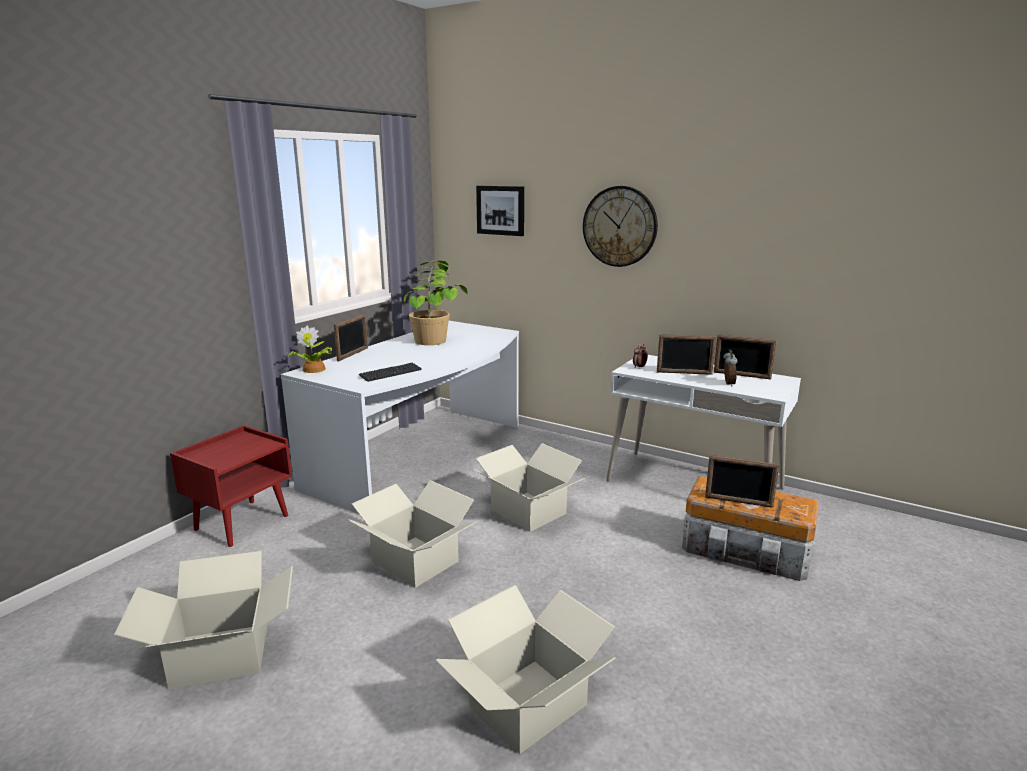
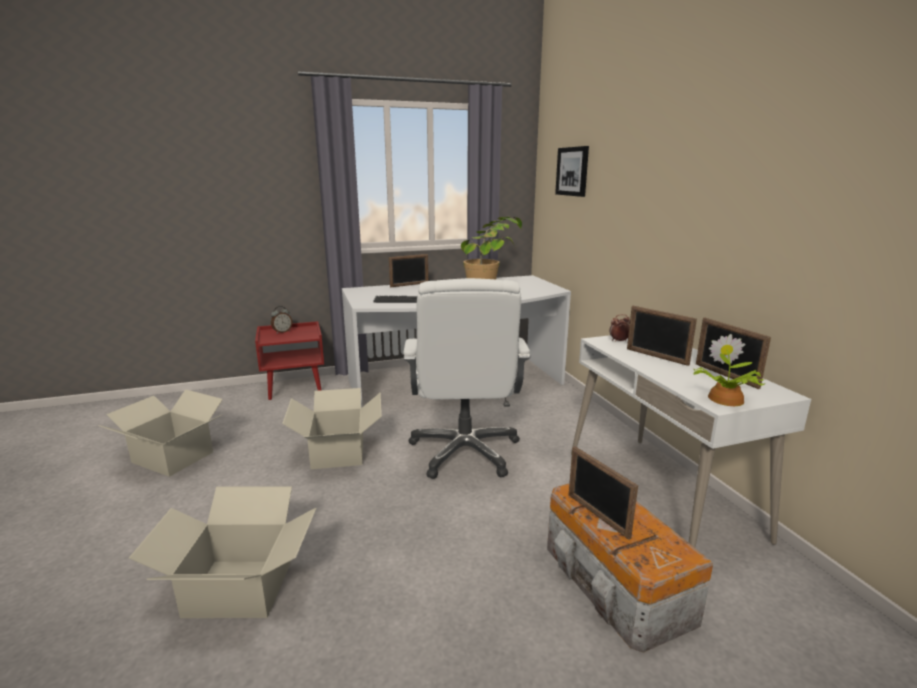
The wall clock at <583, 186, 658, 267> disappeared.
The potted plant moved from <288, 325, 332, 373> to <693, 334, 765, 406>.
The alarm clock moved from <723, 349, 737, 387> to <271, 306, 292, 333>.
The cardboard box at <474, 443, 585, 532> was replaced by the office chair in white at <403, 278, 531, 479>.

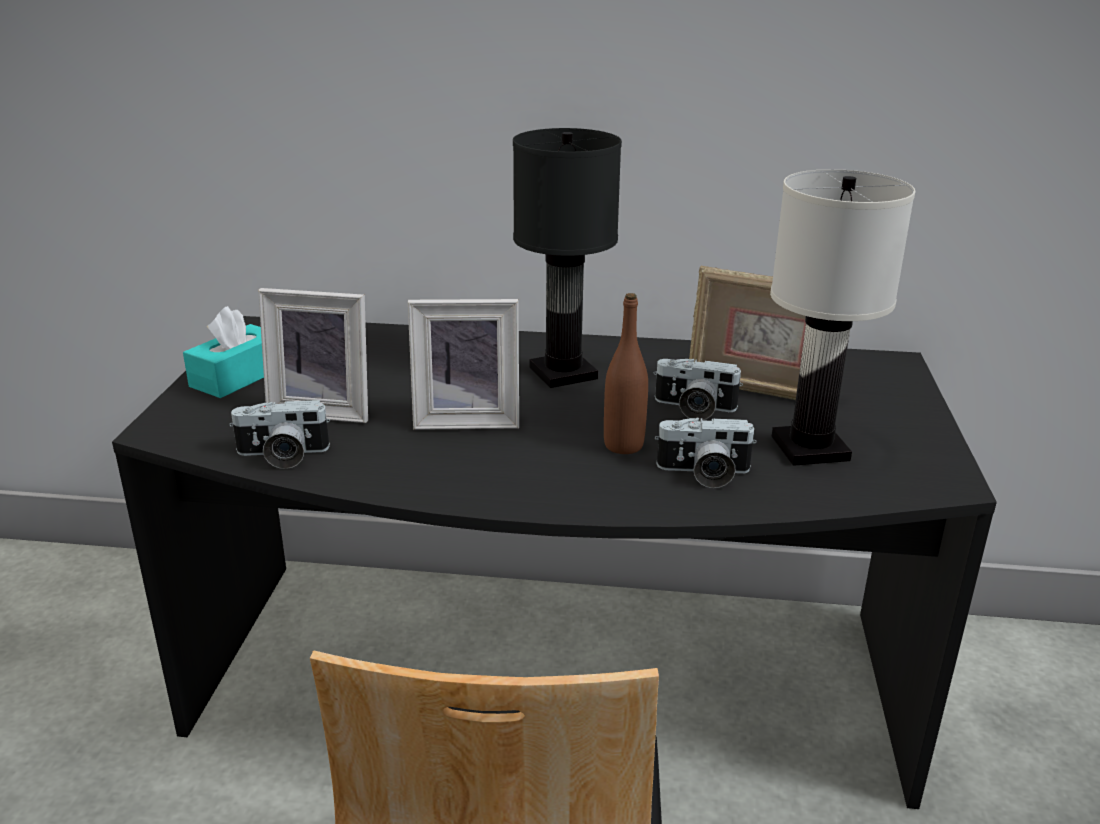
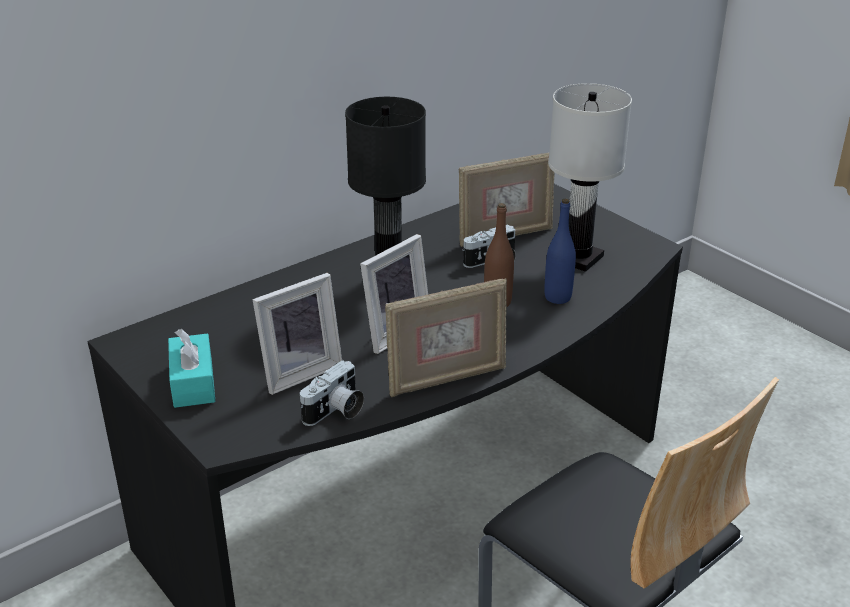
The picture frame at <385, 278, 507, 397> appeared.
The photo camera at <655, 418, 757, 488> was replaced by the bottle in blue at <544, 199, 576, 304>.

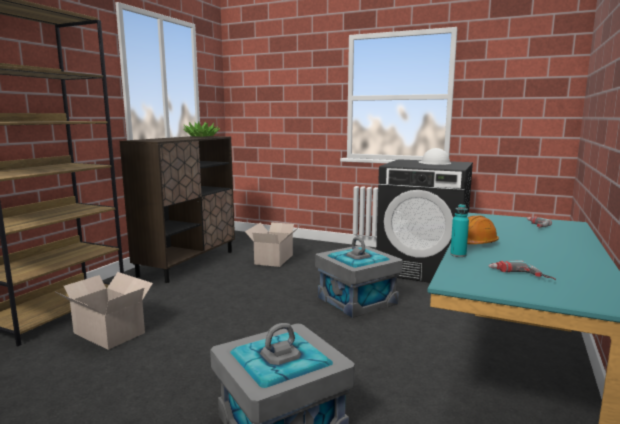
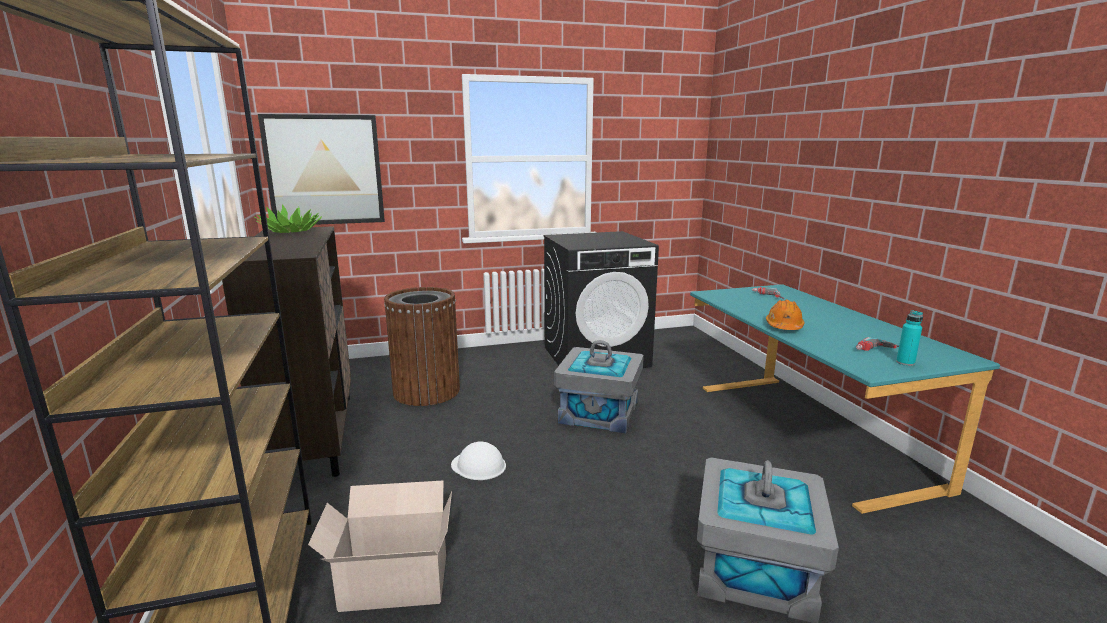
The picture at <258, 114, 385, 225> appeared.
The hard hat in white moved from <418, 148, 451, 165> to <451, 441, 506, 480>.
The bottle in turquoise moved from <450, 204, 469, 257> to <896, 310, 923, 366>.
The cardboard box at <245, 222, 300, 267> was replaced by the trash can in brown at <384, 287, 460, 406>.

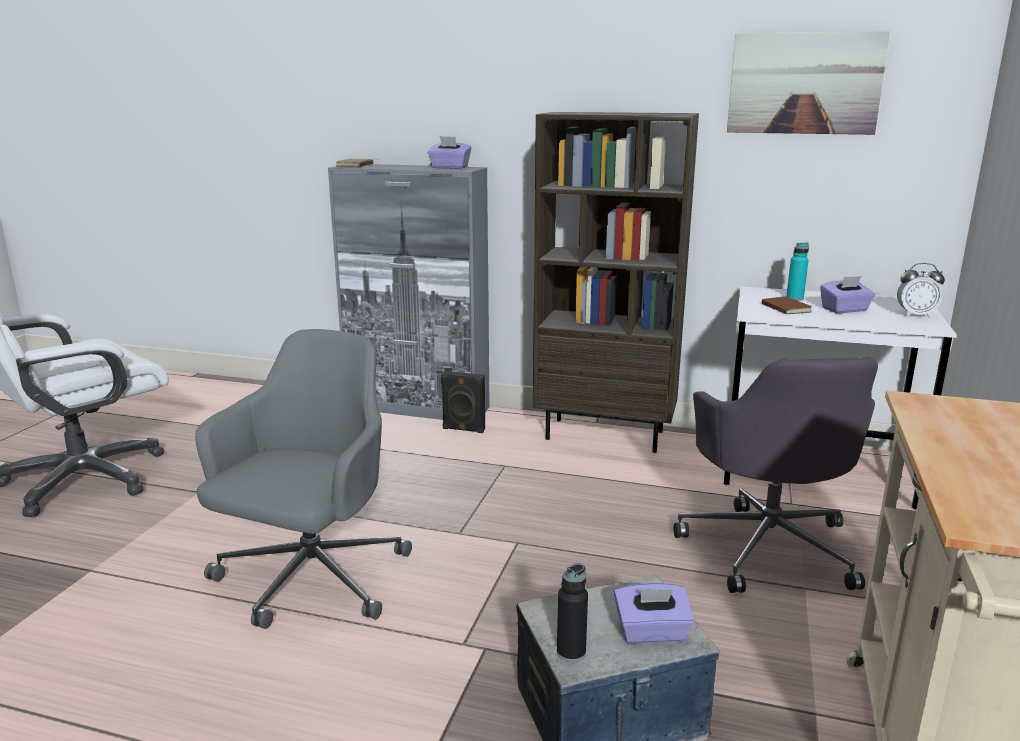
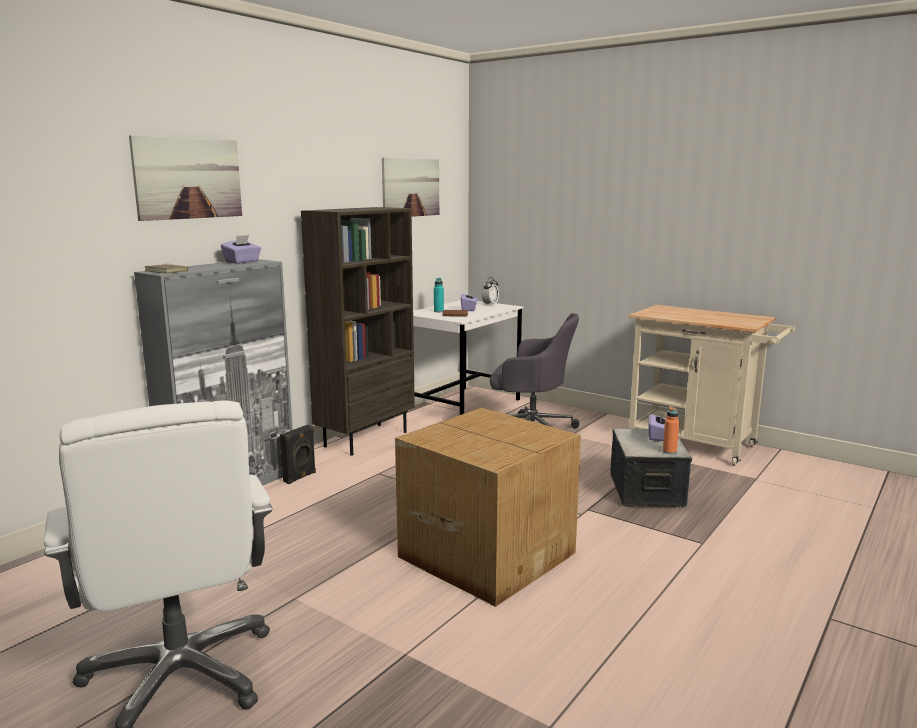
The picture at <129, 135, 242, 221> appeared.
The office chair in grey at <195, 329, 412, 629> was replaced by the cardboard box at <395, 408, 581, 607>.
The bottle in black at <557, 563, 588, 662> became the bottle in orange at <663, 406, 679, 454>.

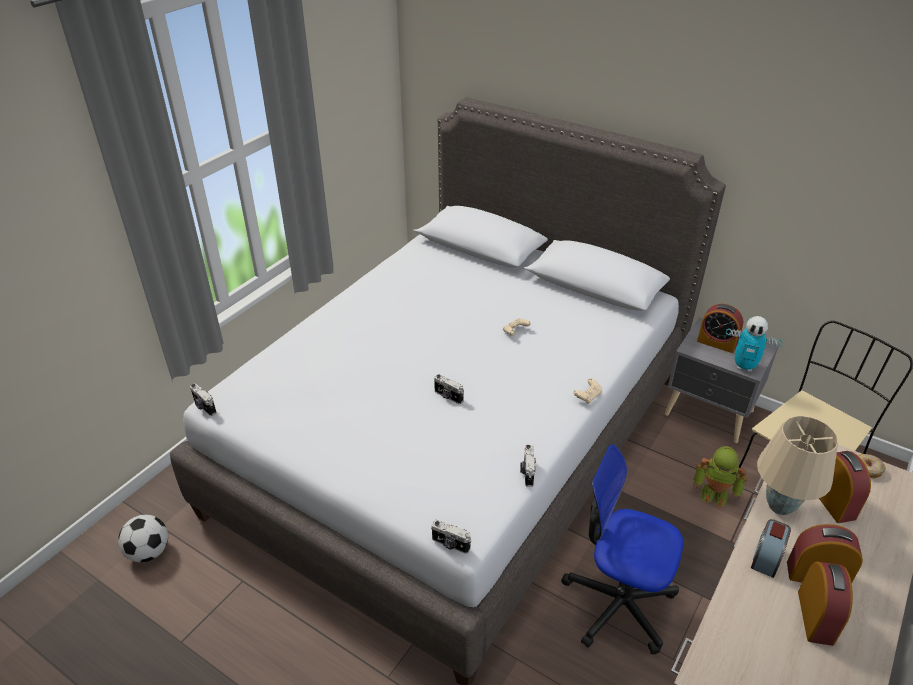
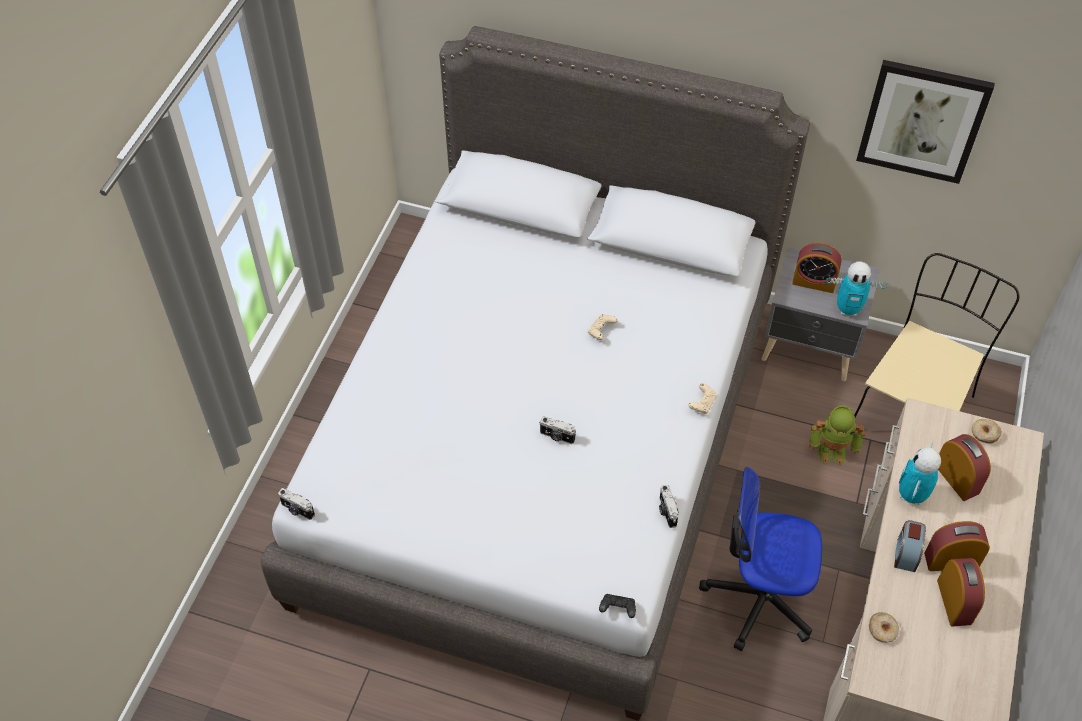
The football at <118, 515, 168, 562> disappeared.
The picture at <856, 60, 995, 184> appeared.
The donut at <869, 612, 899, 643> appeared.
The photo camera at <431, 520, 471, 554> was replaced by the game controller in black at <599, 594, 636, 618>.
The table lamp in beige at <757, 416, 838, 515> was replaced by the toy robot at <899, 442, 941, 506>.

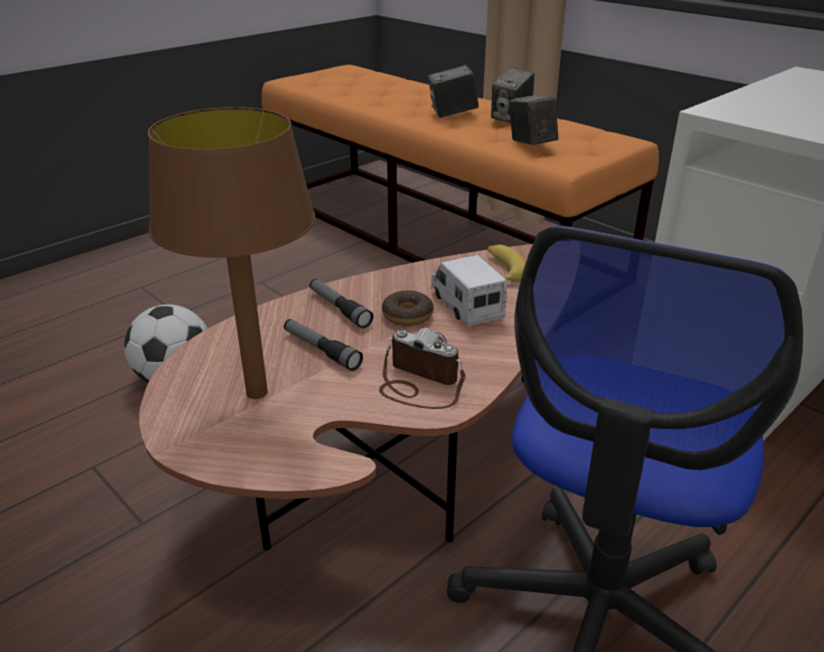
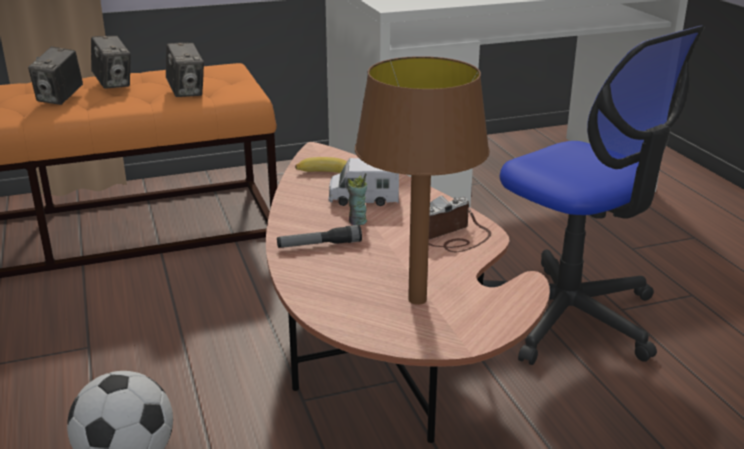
The flashlight at <284, 319, 363, 371> disappeared.
The donut at <382, 290, 434, 326> was replaced by the cup at <347, 173, 367, 225>.
The photo camera at <509, 95, 558, 145> turned 120 degrees counterclockwise.

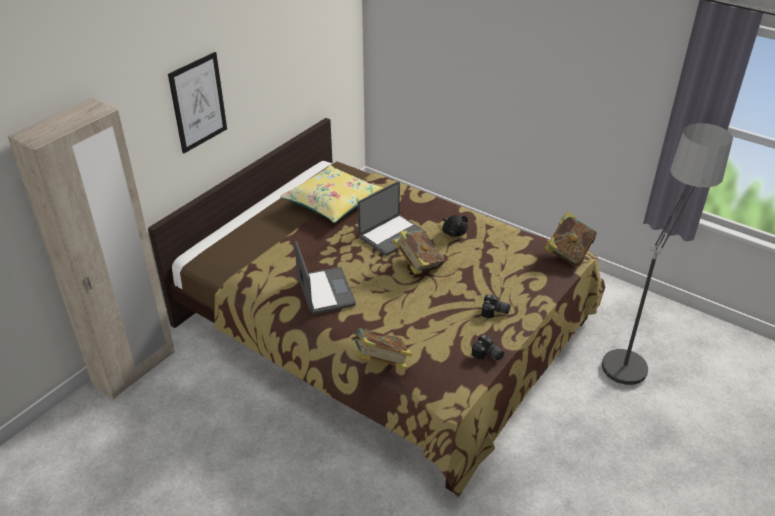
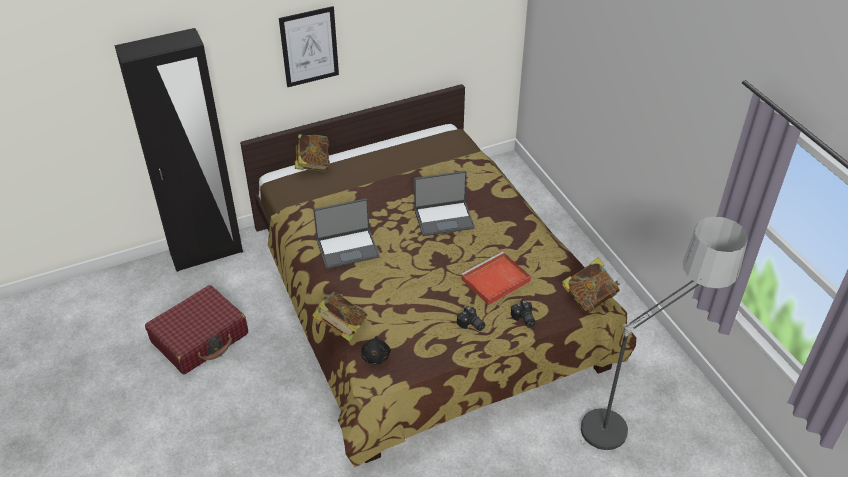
The pillow in yellow at <280, 165, 383, 223> disappeared.
The suitcase in red at <145, 285, 248, 374> appeared.
The tray in red at <461, 252, 531, 305> appeared.
The book moved from <392, 230, 445, 275> to <295, 134, 330, 172>.
The plush toy in black moved from <442, 215, 468, 237> to <361, 336, 391, 364>.
The photo camera moved from <472, 334, 504, 360> to <511, 300, 535, 327>.
The wardrobe in beige at <8, 98, 174, 400> became the wardrobe in black at <114, 28, 243, 272>.
The laptop at <294, 241, 356, 314> turned 60 degrees clockwise.

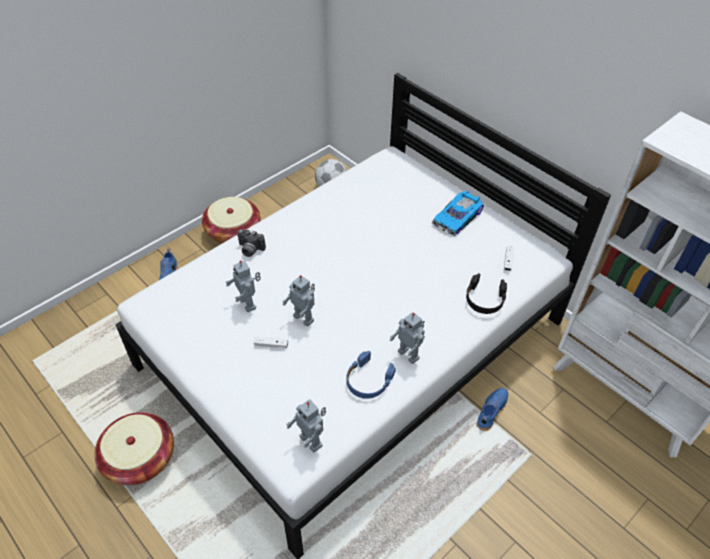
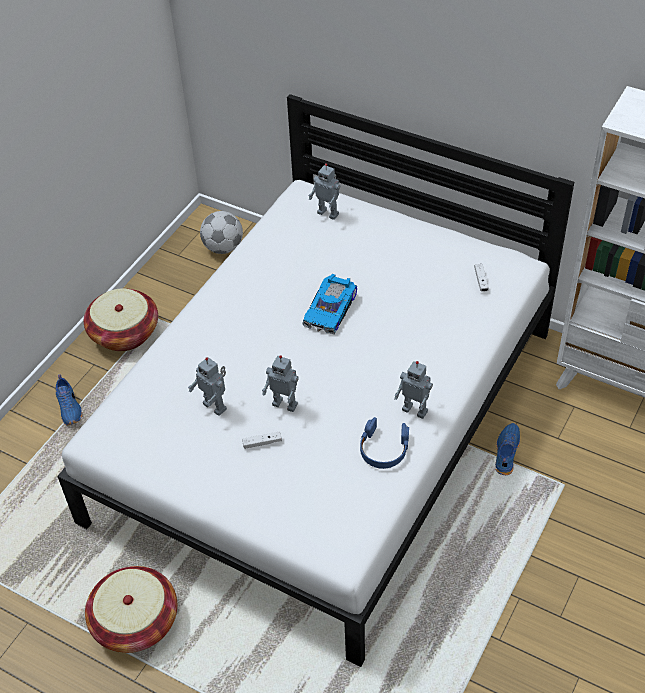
The photo camera at <237, 229, 266, 257> disappeared.
The headphones in black at <466, 273, 507, 314> disappeared.
The toy robot moved from <286, 399, 326, 453> to <308, 163, 340, 220>.
The toy car moved from <432, 190, 484, 236> to <302, 274, 357, 334>.

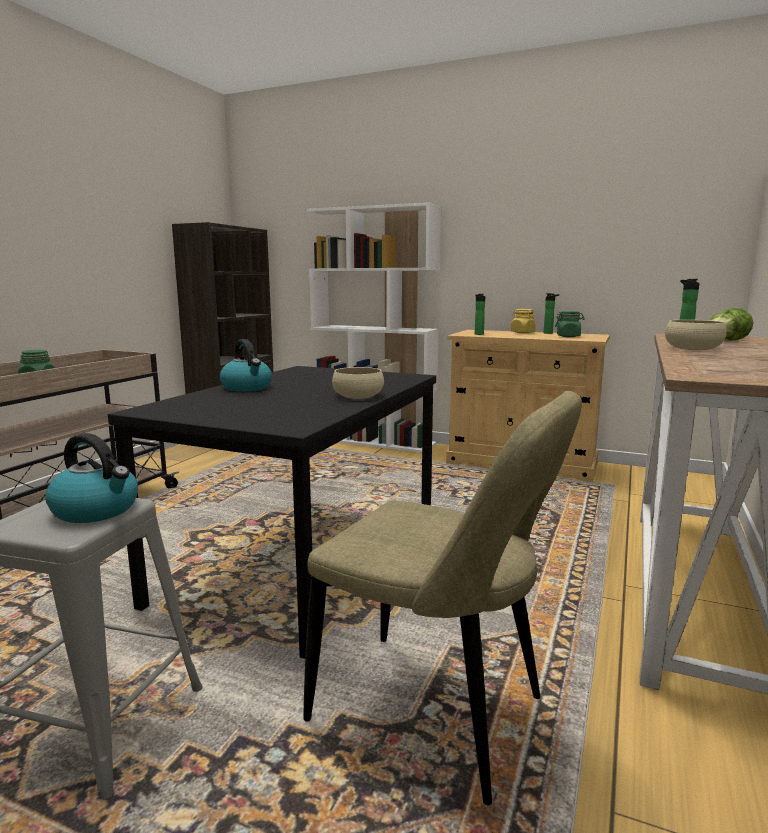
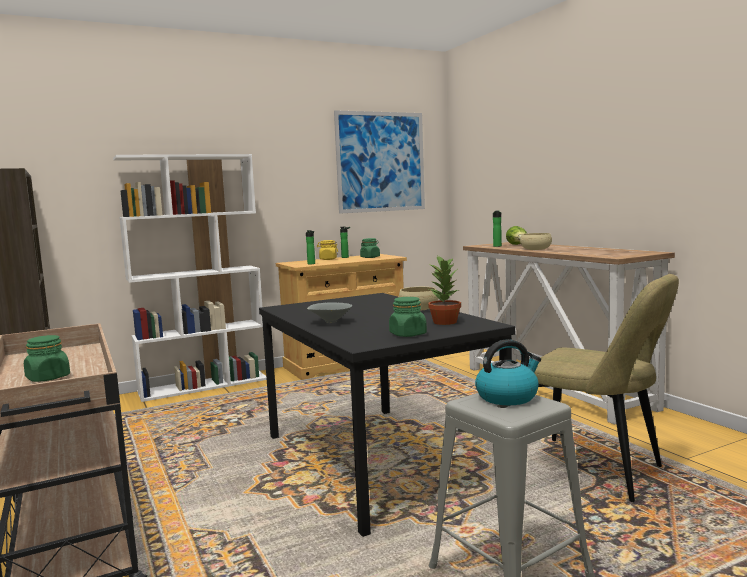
The picture at <334, 110, 425, 214> appeared.
The jar in green at <389, 297, 427, 337> appeared.
The potted plant at <428, 255, 461, 325> appeared.
The kettle at <220, 339, 272, 391> was replaced by the bowl in grey at <307, 302, 352, 323>.
The chair in beige at <303, 391, 582, 805> turned 60 degrees clockwise.

